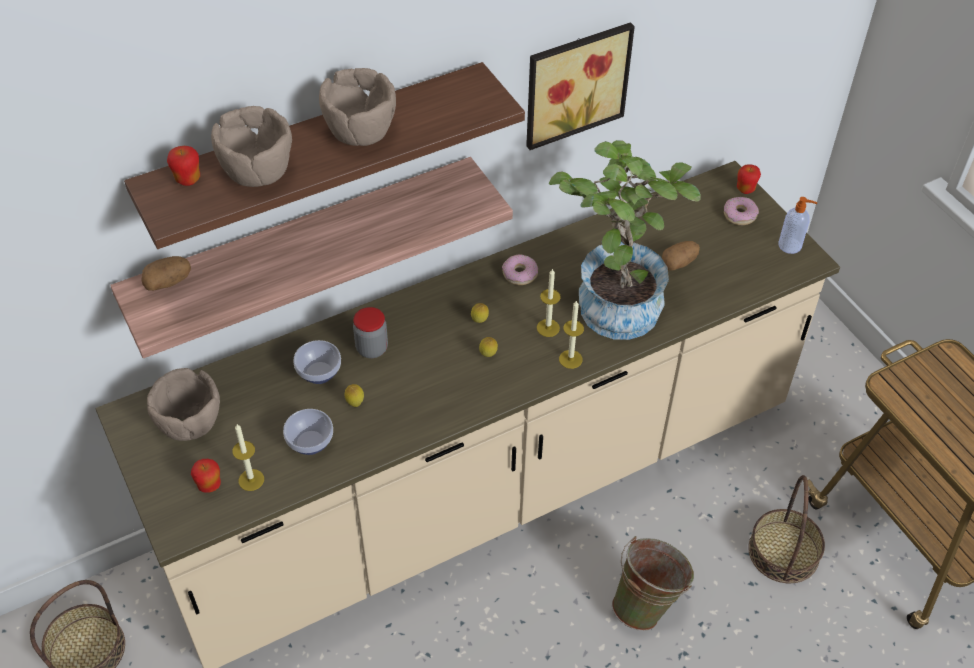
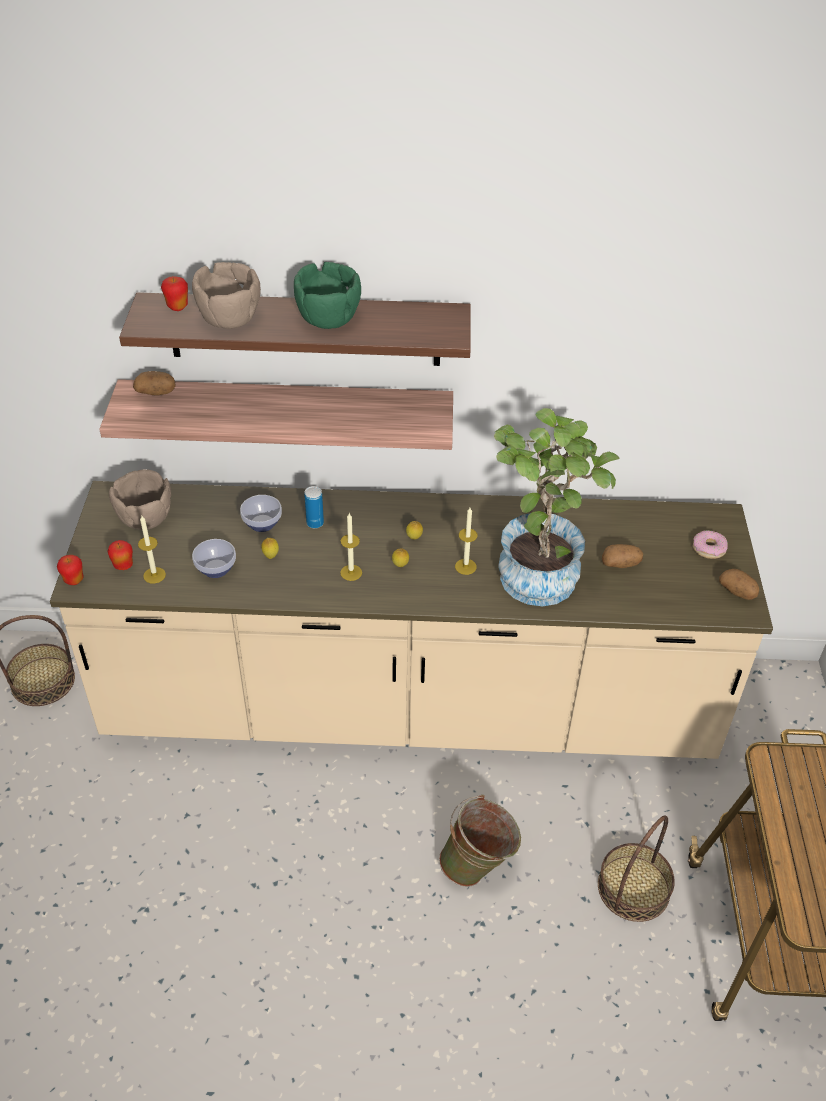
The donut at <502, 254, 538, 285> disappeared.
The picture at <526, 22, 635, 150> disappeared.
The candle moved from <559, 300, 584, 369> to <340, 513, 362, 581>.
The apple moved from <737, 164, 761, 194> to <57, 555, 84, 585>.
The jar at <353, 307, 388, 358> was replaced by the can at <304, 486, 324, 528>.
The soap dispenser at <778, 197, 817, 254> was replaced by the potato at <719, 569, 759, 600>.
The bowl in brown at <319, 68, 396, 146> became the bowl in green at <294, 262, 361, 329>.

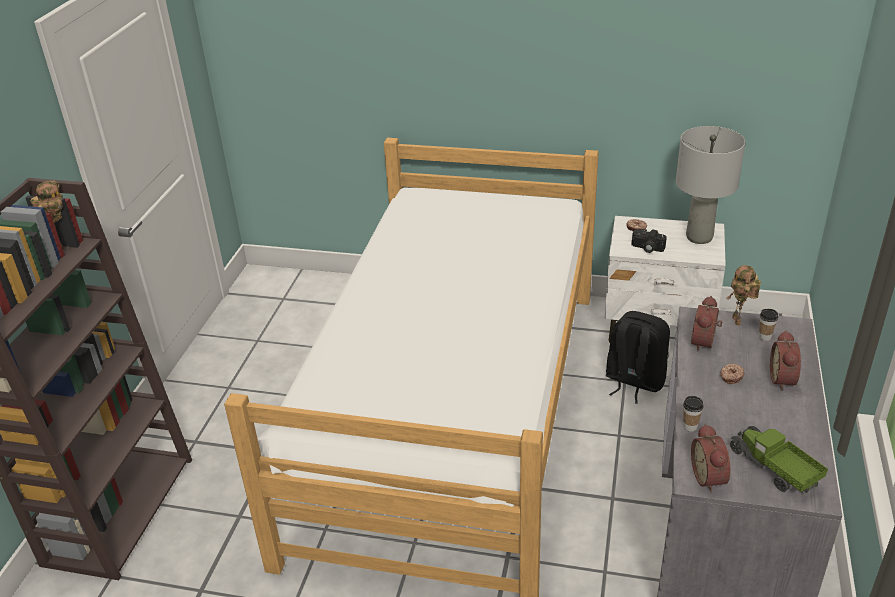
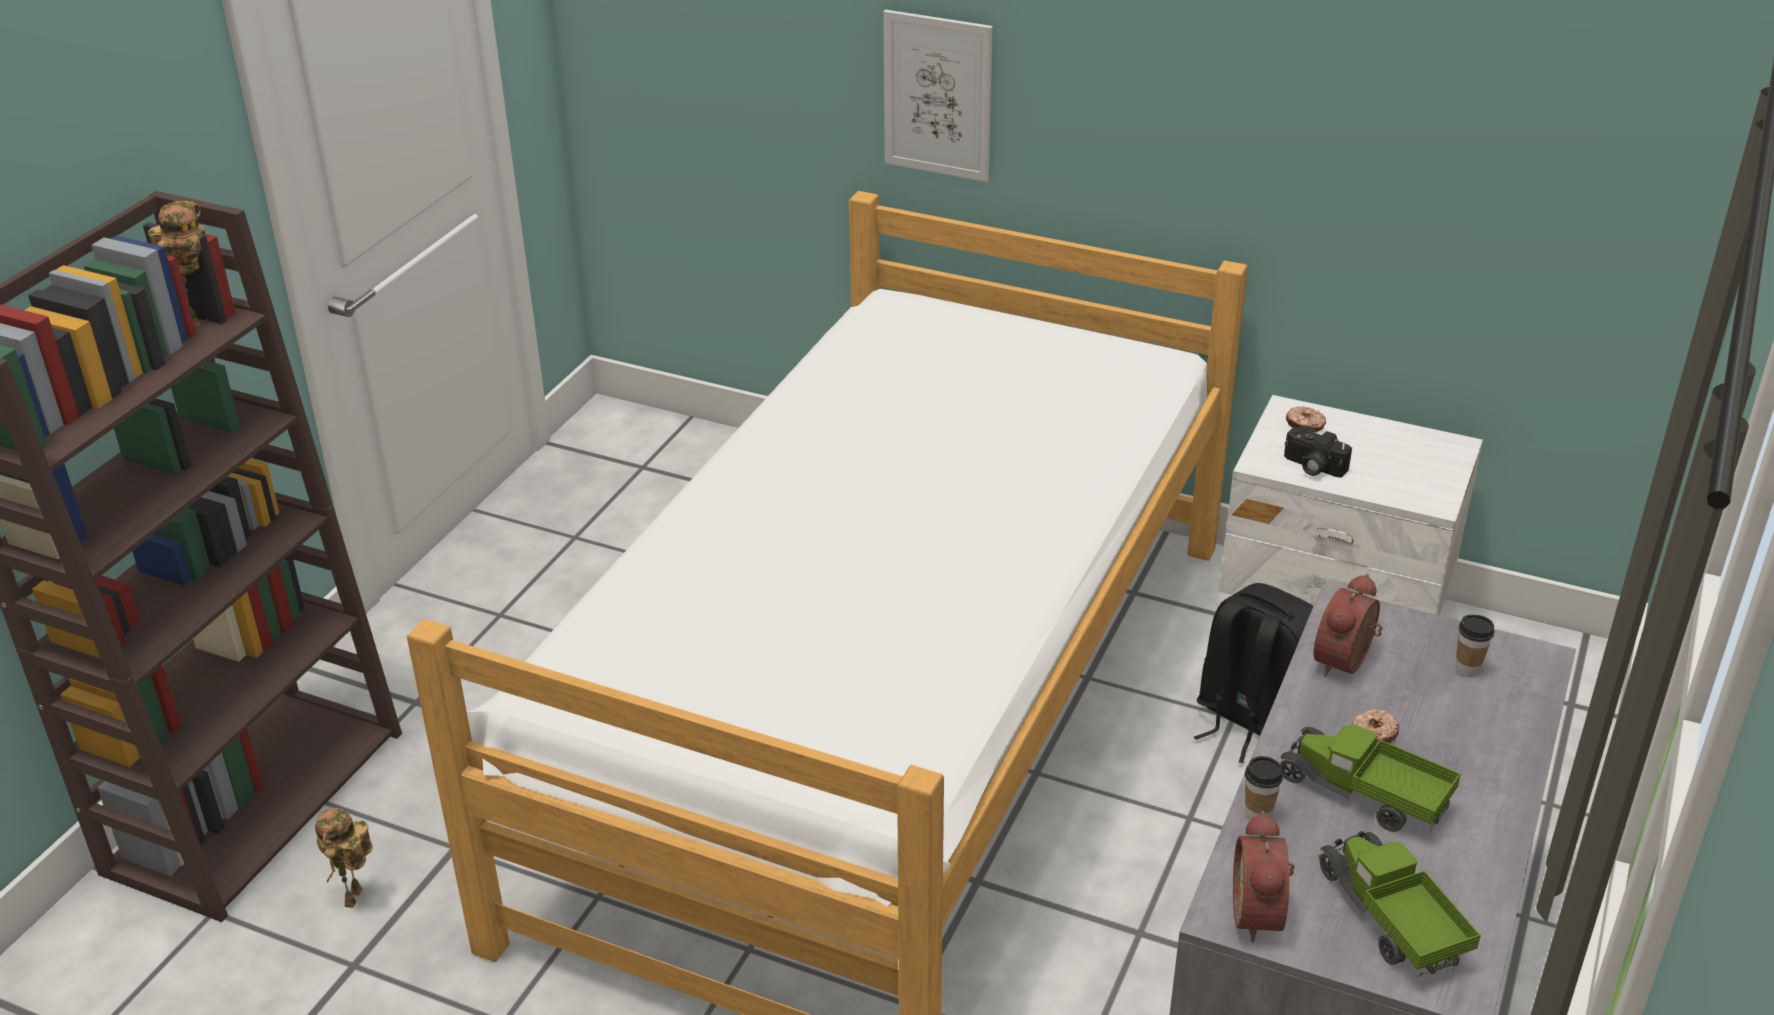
The table lamp in grey at <676, 126, 745, 244> disappeared.
The alarm clock at <770, 330, 801, 391> disappeared.
The picture at <883, 10, 993, 182> appeared.
The toy truck at <1280, 724, 1461, 832> appeared.
The toy robot moved from <727, 265, 761, 325> to <315, 808, 373, 908>.

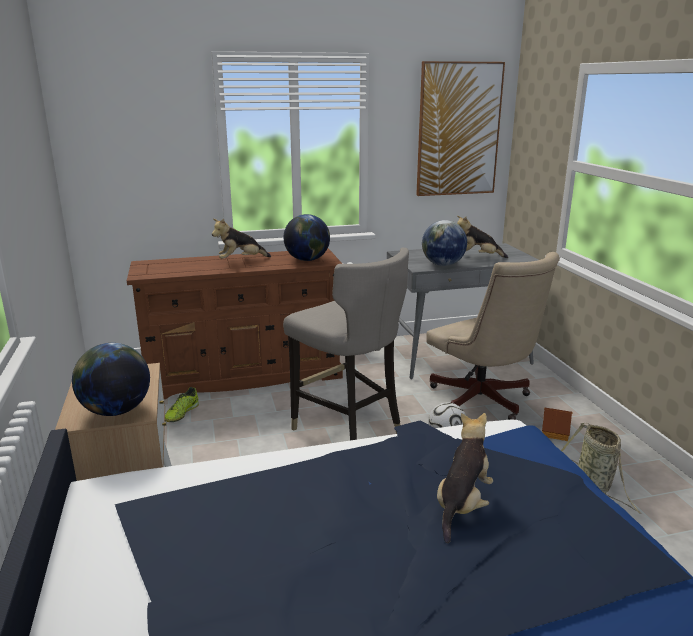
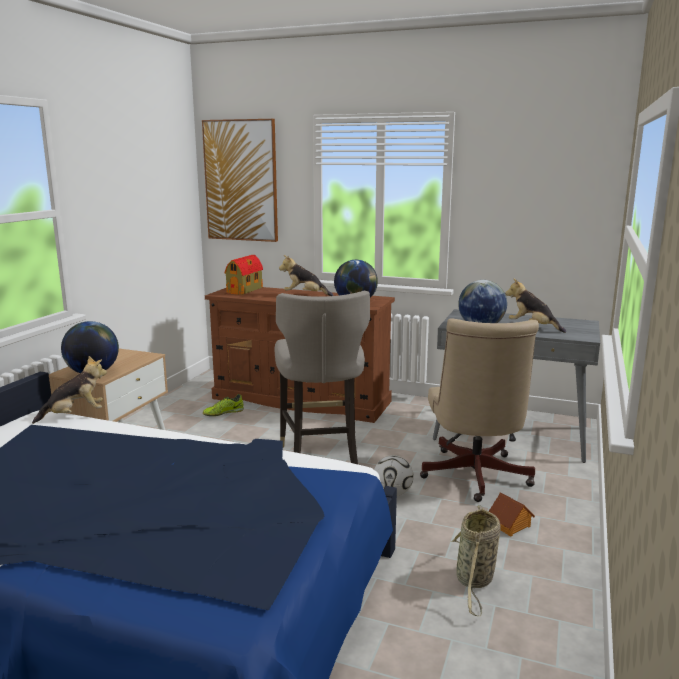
The toy house at <224, 255, 263, 295> appeared.
The picture moved from <416, 61, 505, 196> to <202, 119, 278, 242>.
The plush toy moved from <437, 413, 493, 543> to <32, 356, 107, 424>.

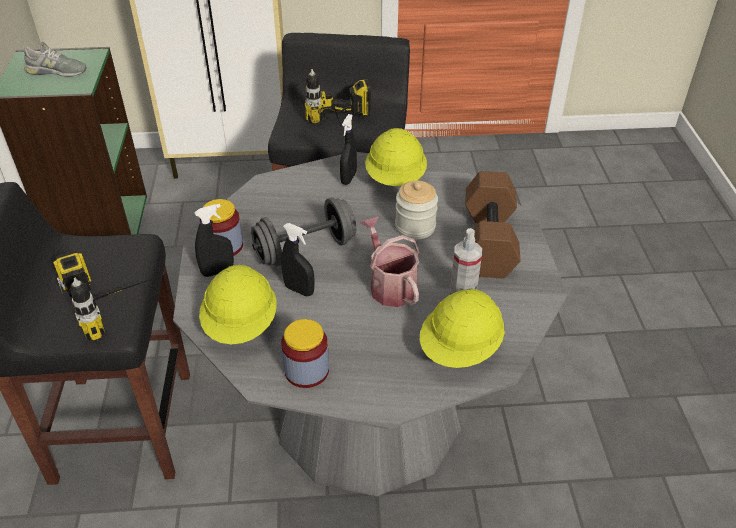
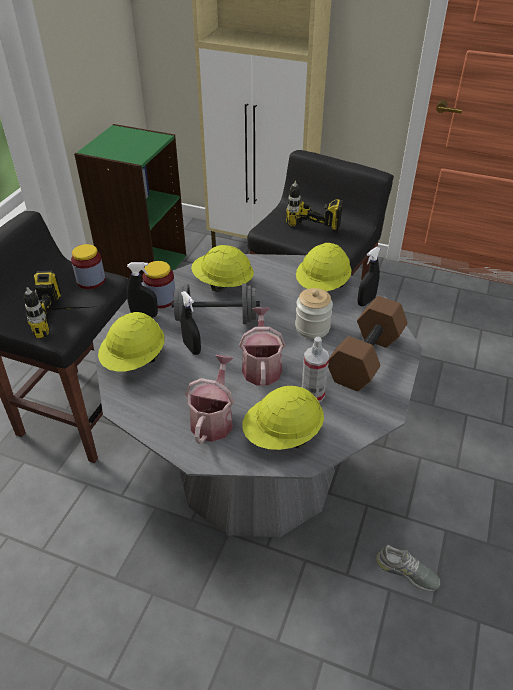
The watering can at <185, 355, 234, 444> appeared.
The hard hat in yellow at <191, 245, 254, 292> appeared.
The shoe in grey moved from <24, 42, 86, 77> to <376, 545, 440, 591>.
The jar moved from <281, 319, 329, 388> to <71, 244, 105, 289>.
The spray bottle in black moved from <340, 114, 357, 185> to <357, 247, 381, 306>.

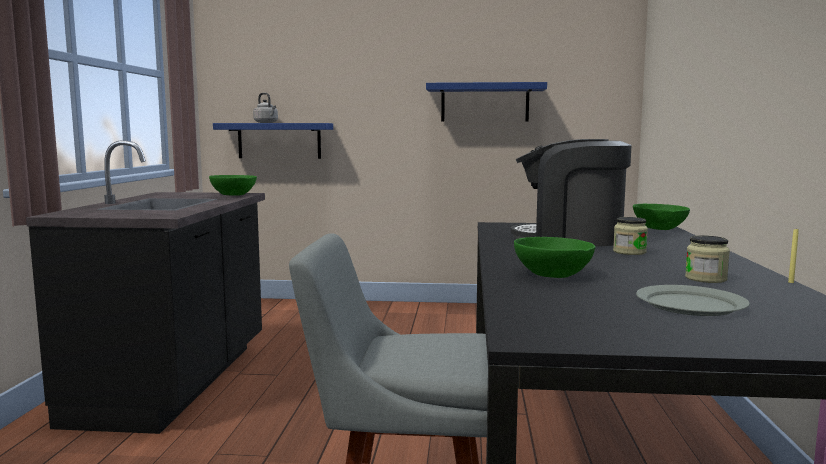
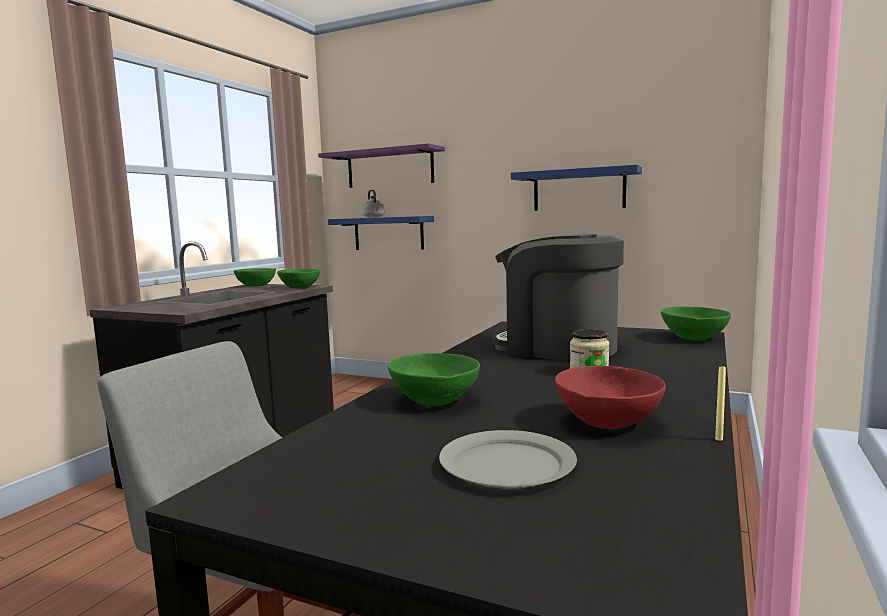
The bowl in green at <234, 268, 276, 286> appeared.
The shelf in purple at <318, 143, 445, 188> appeared.
The jar at <685, 235, 730, 283> was replaced by the bowl in red at <555, 366, 666, 429>.

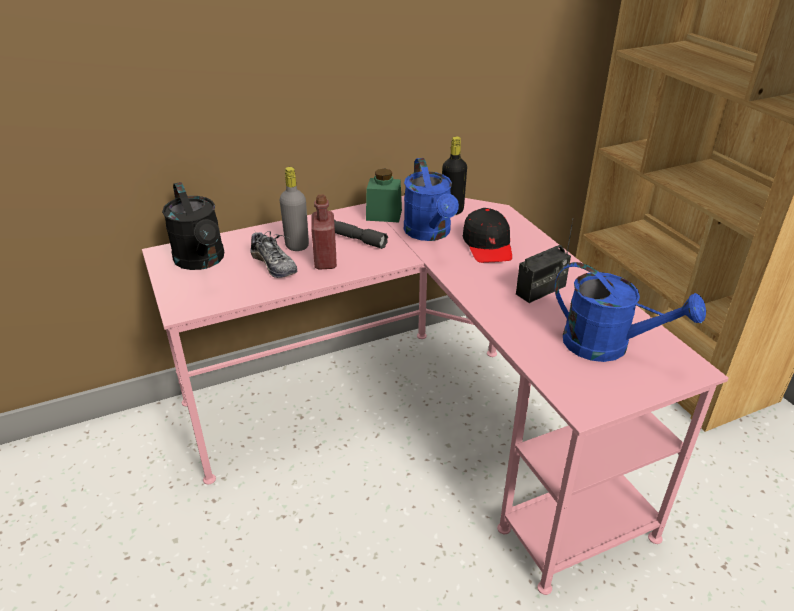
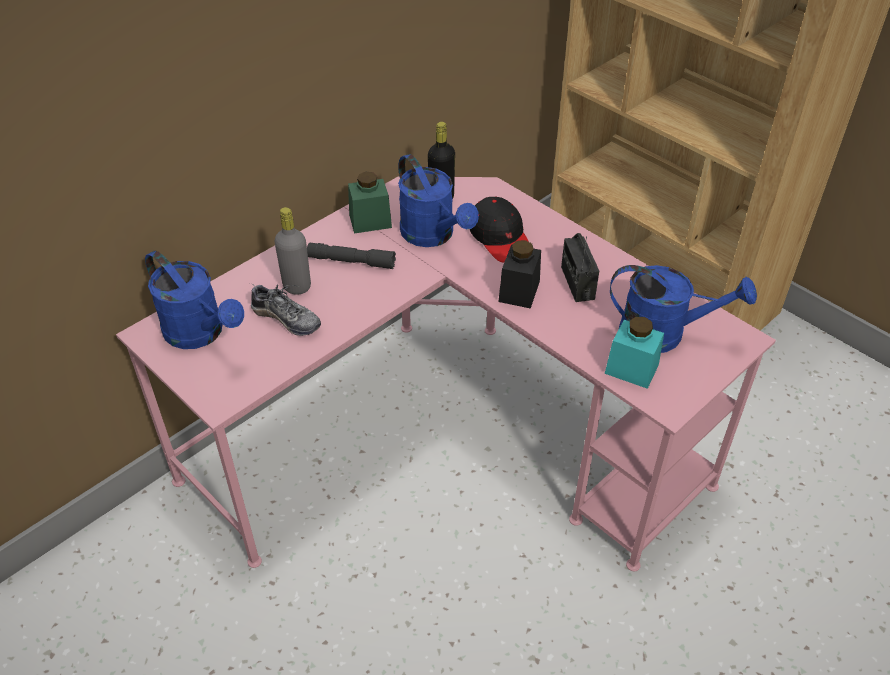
The bottle in red at <311, 195, 337, 270> disappeared.
The jar in black at <498, 240, 541, 309> appeared.
The jar in turquoise at <605, 317, 664, 389> appeared.
The watering can in black at <162, 182, 224, 270> became the watering can in blue at <145, 251, 244, 349>.
The radio at <516, 218, 573, 303> turned 135 degrees clockwise.

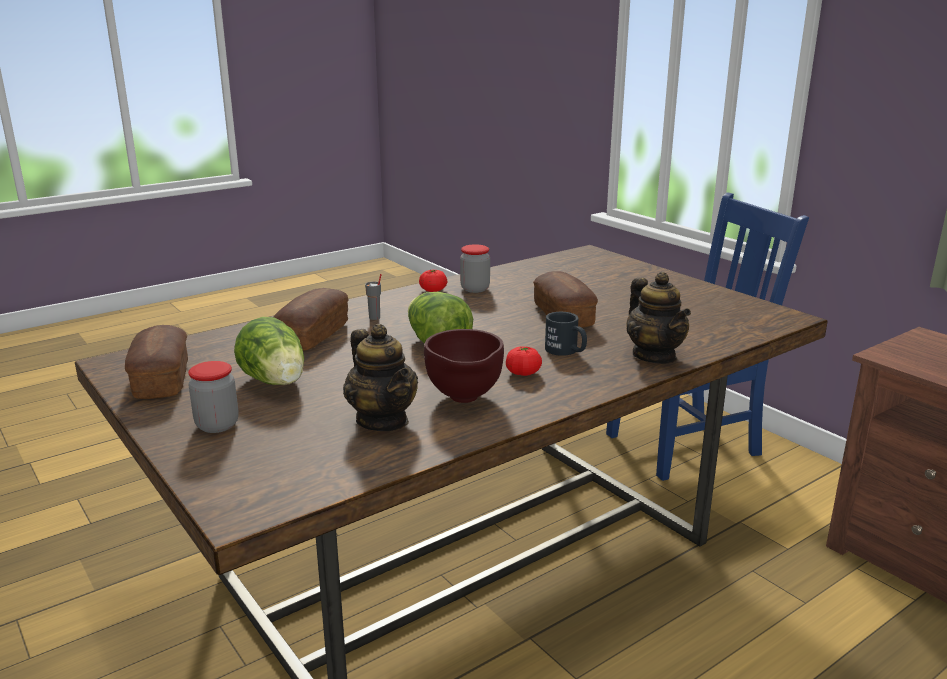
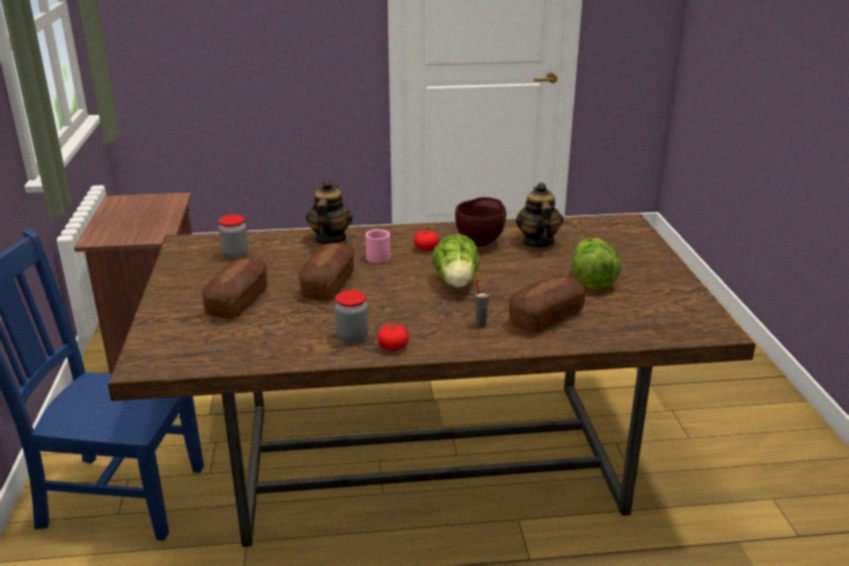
The bread moved from <125, 325, 188, 399> to <202, 258, 267, 319>.
The jar moved from <188, 361, 239, 433> to <219, 215, 248, 259>.
The mug in black at <545, 312, 587, 356> became the mug in pink at <366, 229, 390, 263>.

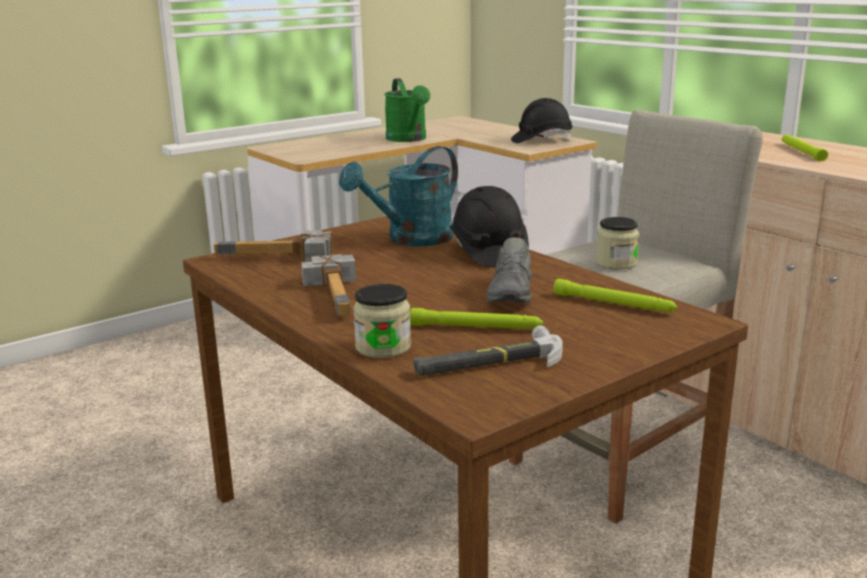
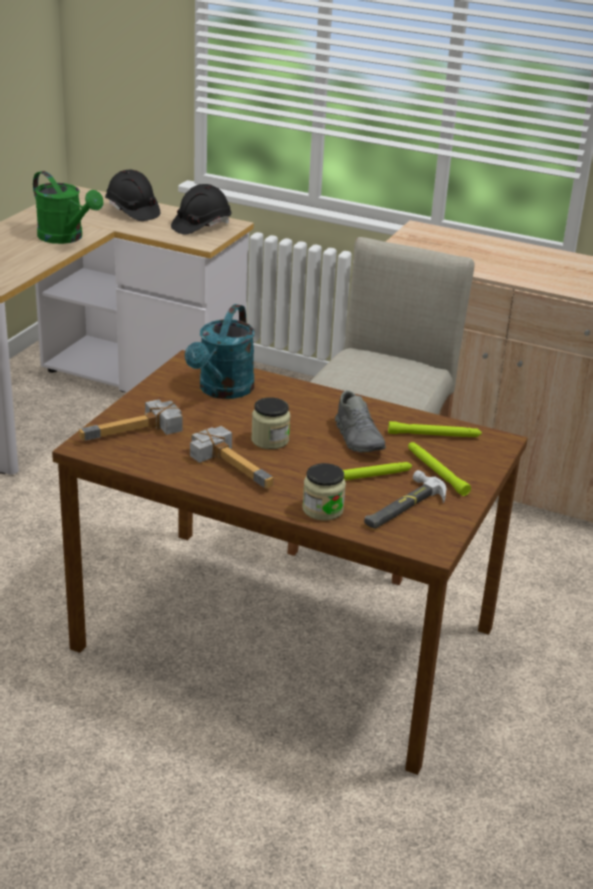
The hard hat in black moved from <450, 186, 529, 267> to <105, 169, 160, 221>.
The jar moved from <596, 217, 639, 270> to <251, 397, 290, 449>.
The flashlight in green moved from <782, 135, 828, 162> to <408, 442, 471, 496>.

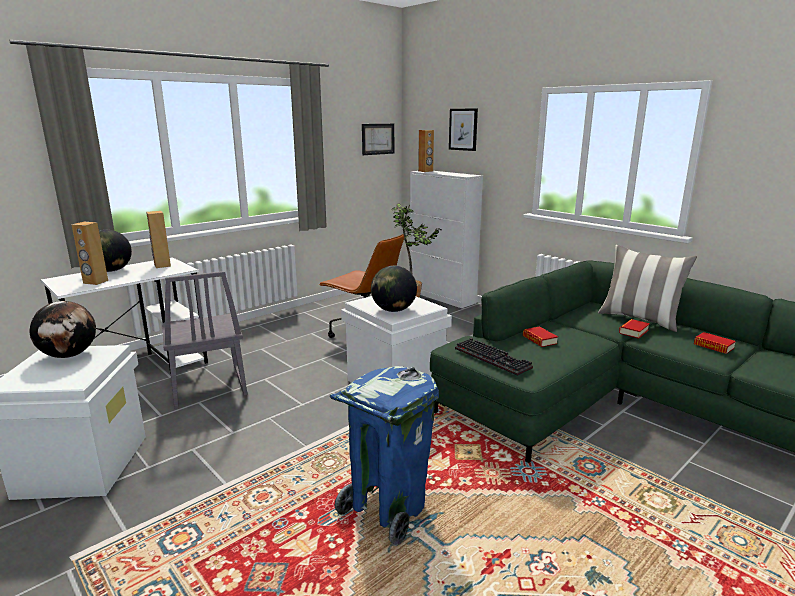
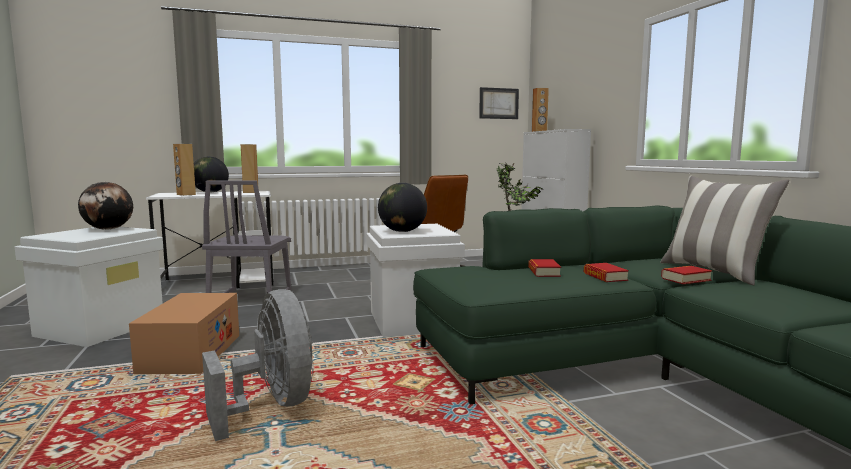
The picture at <449, 108, 478, 151> disappeared.
The keyboard at <455, 338, 533, 376> disappeared.
The cardboard box at <129, 293, 239, 374> appeared.
The book moved from <694, 332, 736, 354> to <584, 263, 629, 282>.
The trash can in blue at <330, 366, 439, 546> was replaced by the fan in grey at <202, 289, 313, 441>.

